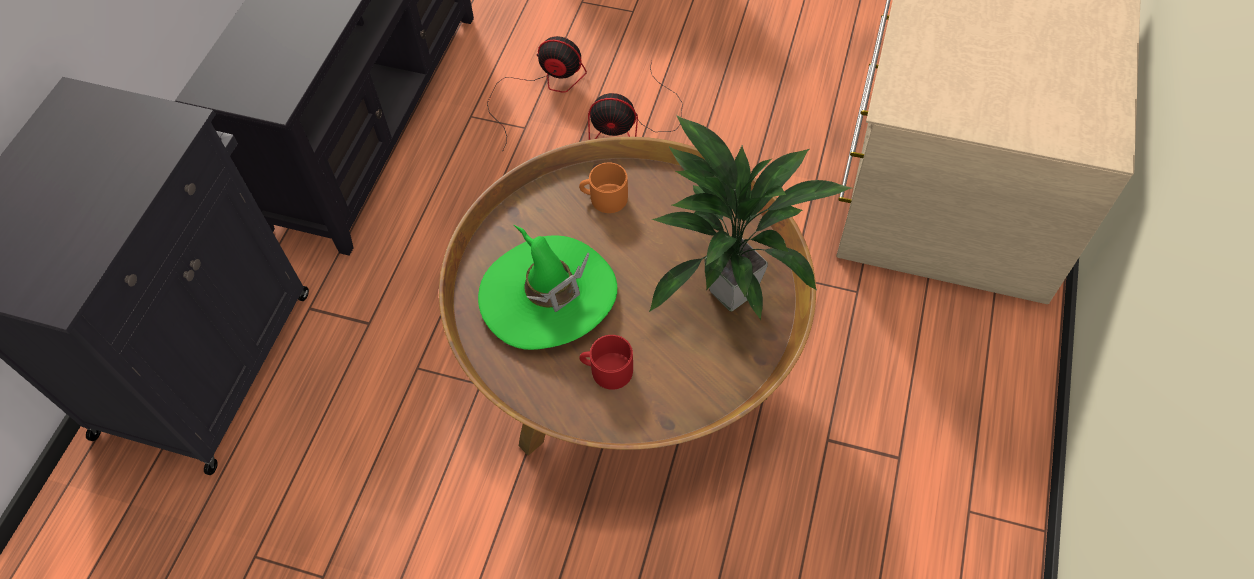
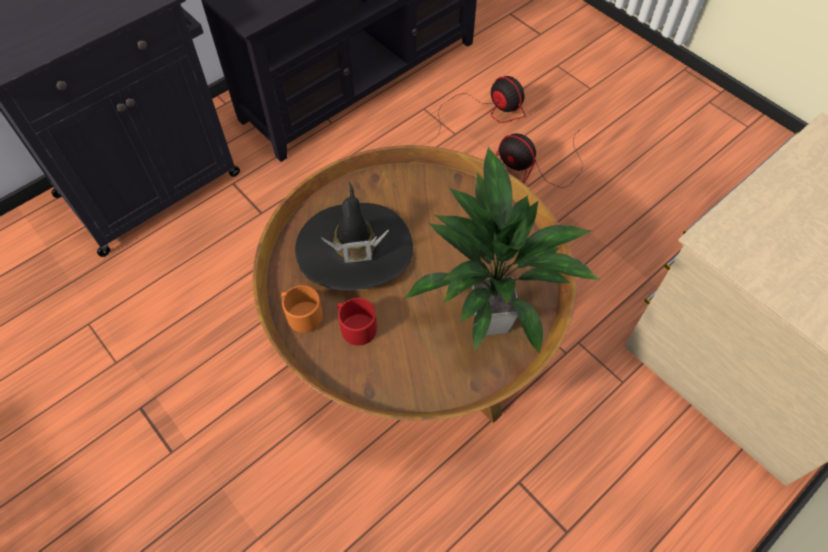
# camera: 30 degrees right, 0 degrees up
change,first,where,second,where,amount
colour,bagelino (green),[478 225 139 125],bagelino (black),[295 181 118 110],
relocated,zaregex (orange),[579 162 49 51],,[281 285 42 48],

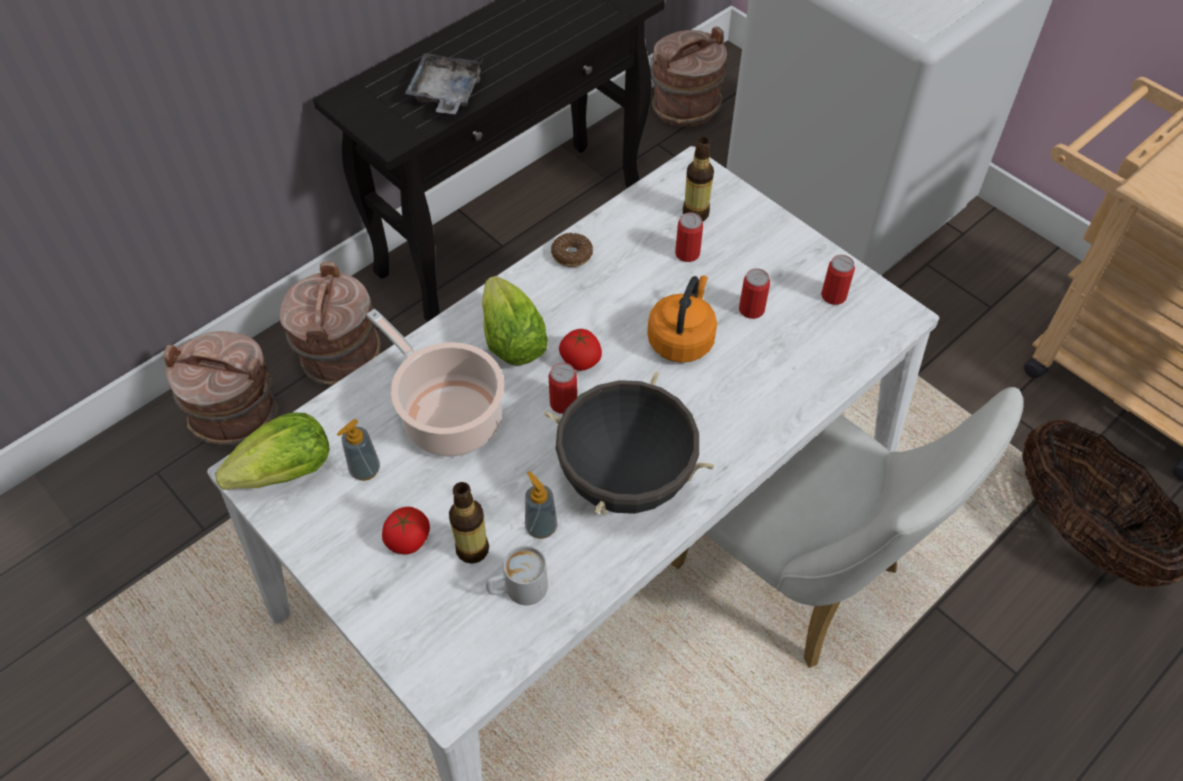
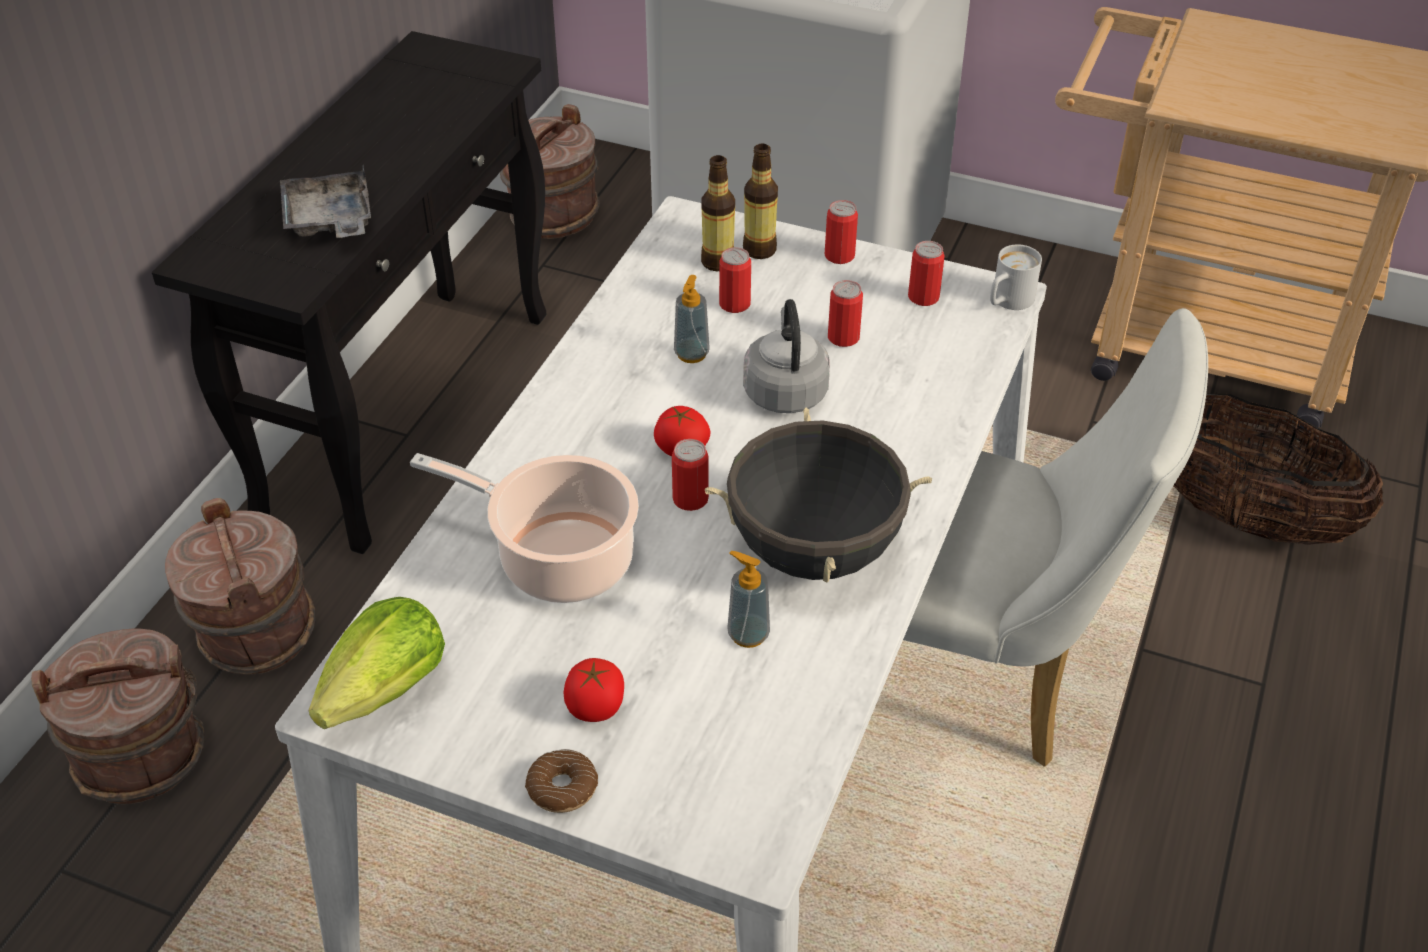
# camera: 25 degrees left, 10 degrees down
change,first,where,second,where,amount
relocated,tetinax,[337 419 43 62],,[674 275 36 88],
relocated,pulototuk,[449 482 40 82],,[743 144 35 115],
missing,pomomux,[482 276 66 90],,,
relocated,zaregex (white),[486 545 62 60],,[990 244 52 66],
relocated,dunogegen,[551 233 42 34],,[525 749 73 64],
colour,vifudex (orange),[647 275 70 88],vifudex (grey),[743 299 87 114],
appeared,,,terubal,[825 200 33 64],

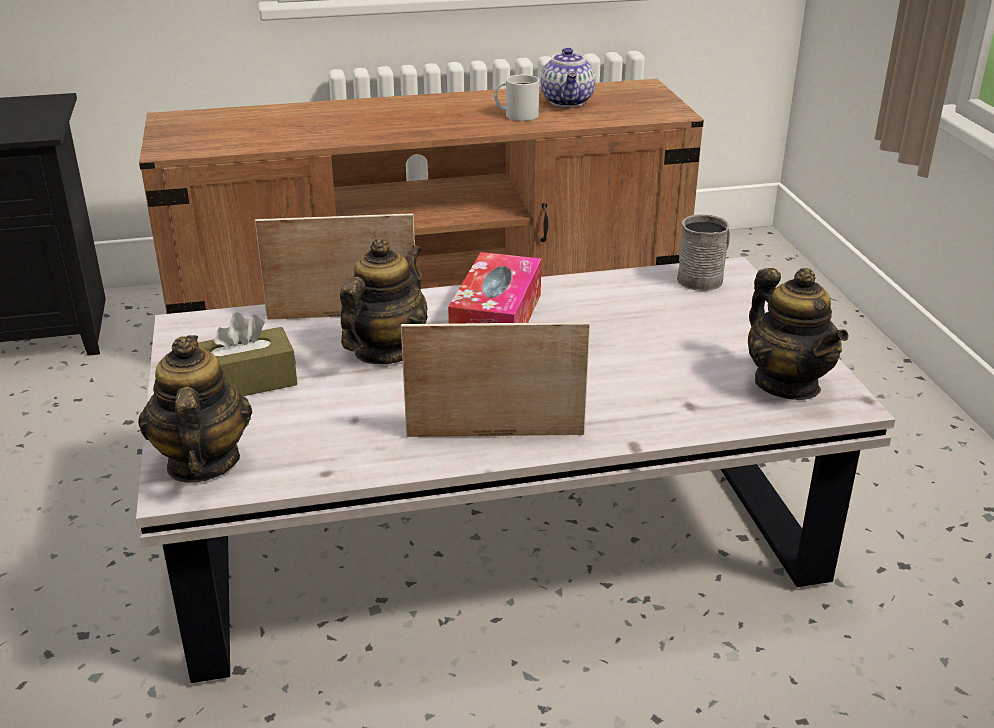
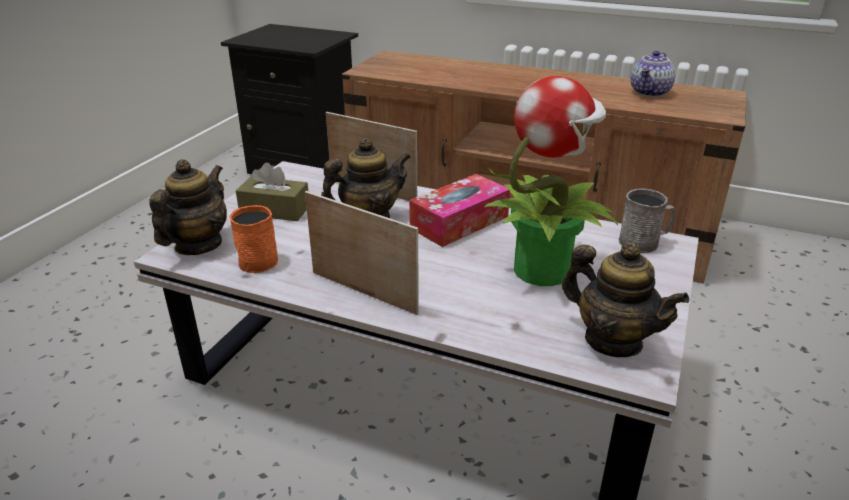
# camera: 35 degrees right, 0 degrees up
change,first,where,second,where,amount
missing,zaregex (white),[494 75 45 46],,,
spun,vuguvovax,[748 268 101 132],,[562 242 128 115],60 degrees counterclockwise
appeared,,,zaregex (orange),[230 205 48 68],
appeared,,,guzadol,[484 76 134 210],

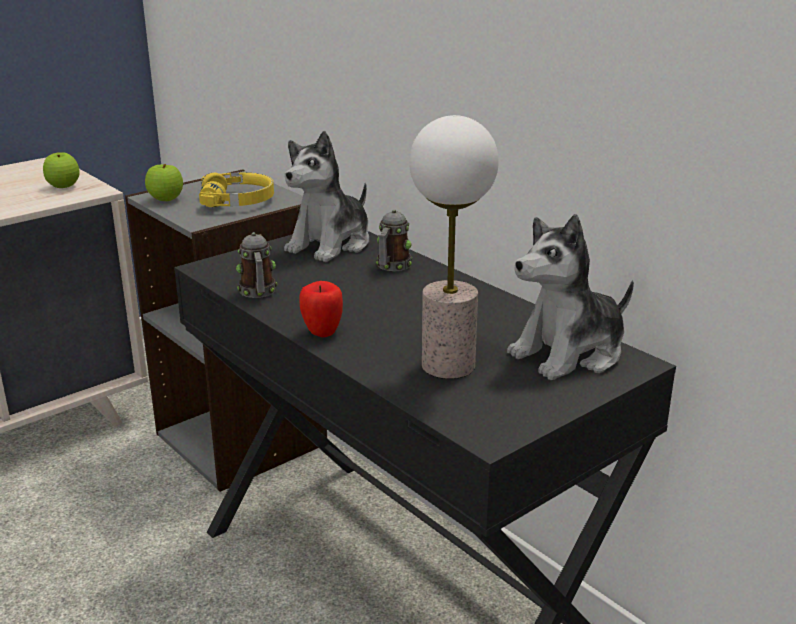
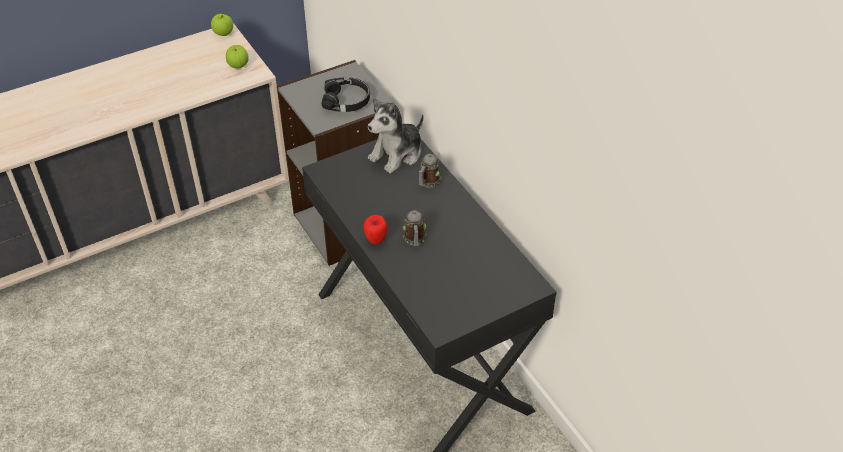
# camera: 10 degrees right, 20 degrees up
change,first,where,second,where,amount
relocated,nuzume,[145 164 38 37],,[211 14 22 22],
colour,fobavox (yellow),[199 172 75 35],fobavox (black),[321 77 49 35],
relocated,zaregex,[236 232 41 66],,[403 210 24 36],
missing,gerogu,[409 115 90 264],,,
missing,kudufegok,[507 214 127 166],,,

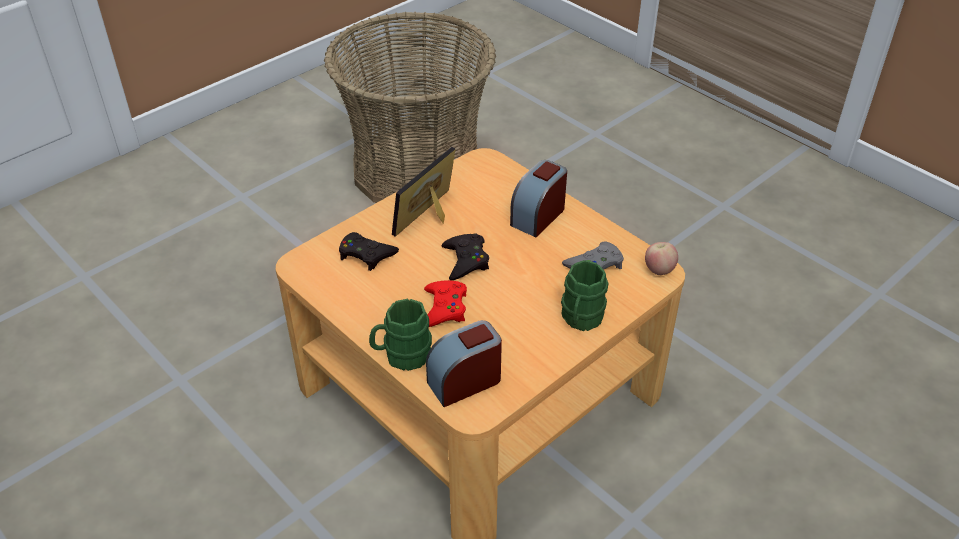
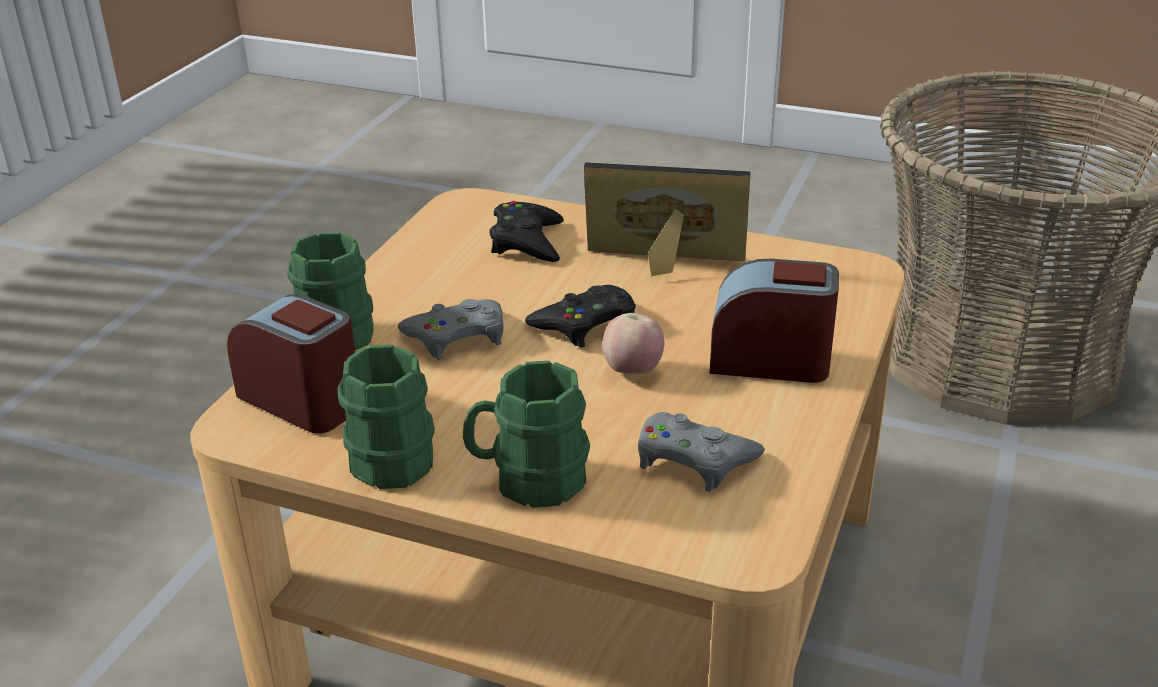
# camera: 65 degrees right, 10 degrees down
change,first,where,second,where,amount
colour,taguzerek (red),[424 280 43 47],taguzerek (grey),[397 299 107 61],
relocated,nuzume,[645 242 33 33],,[603 313 61 61],
appeared,,,zaregex (green),[337 345 98 144],

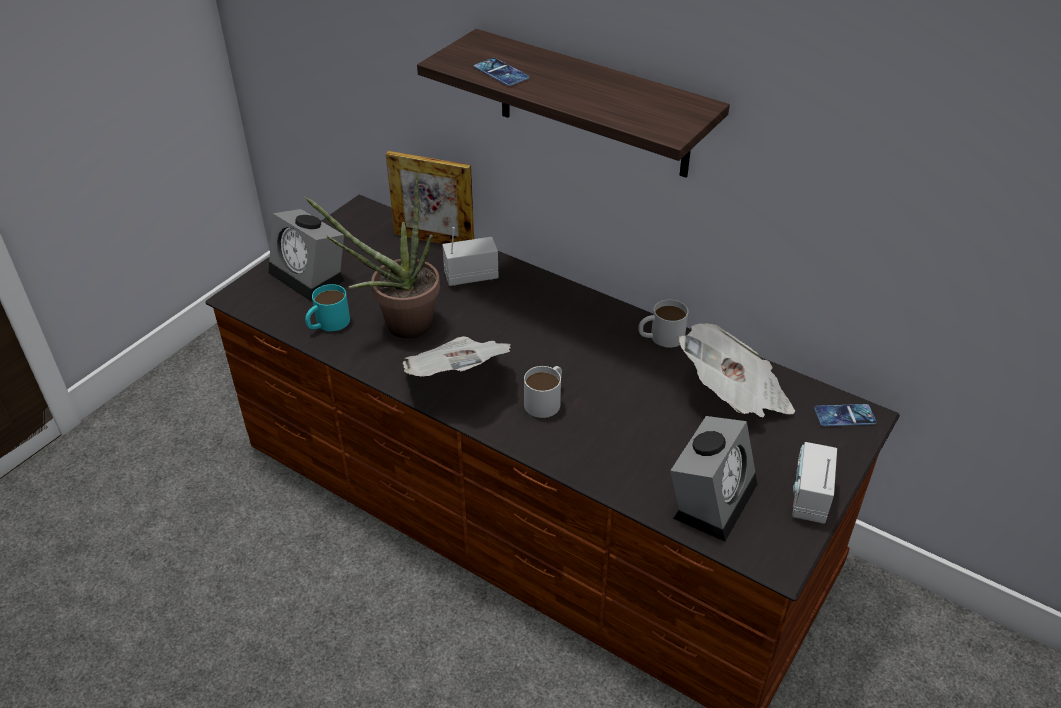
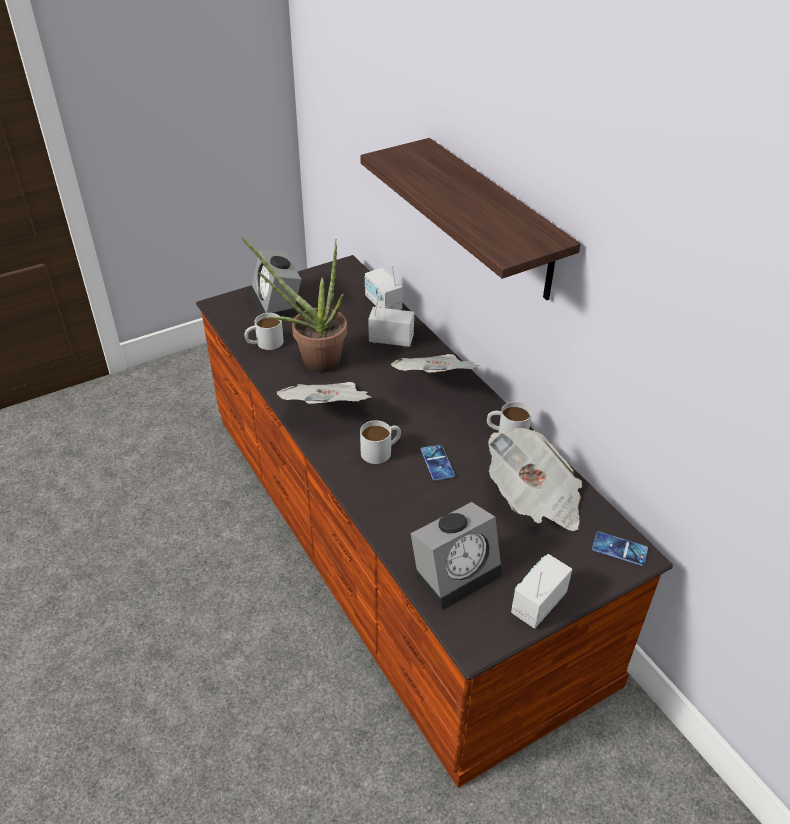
# camera: 25 degrees right, 0 degrees up
change,first,where,second,where,amount
colour,zaregex (turquoise),[305 284 45 47],zaregex (white),[244 313 40 37],
exchanged,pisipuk,[386 151 88 93],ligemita,[365 265 38 45],
relocated,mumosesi,[474 58 55 28],,[421 444 34 37],
appeared,,,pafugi,[391 354 88 19],

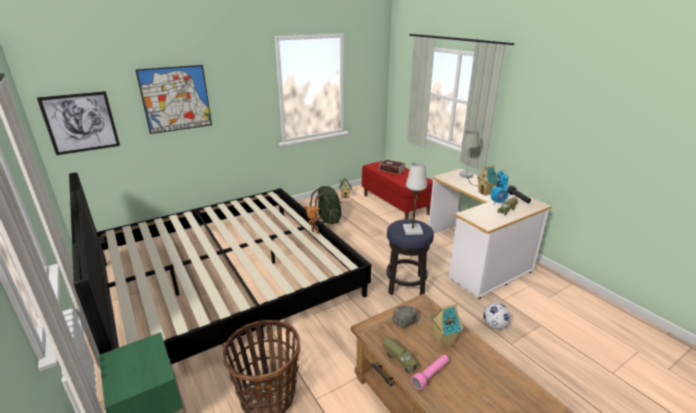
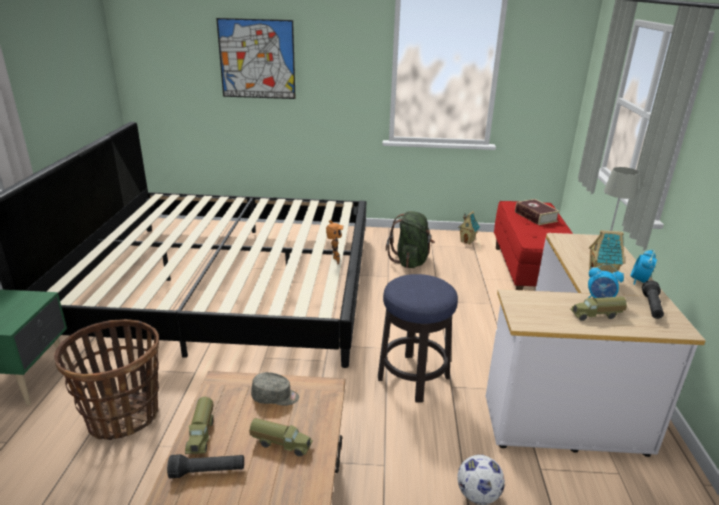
# camera: 35 degrees right, 0 degrees up
change,first,where,second,where,amount
missing,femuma,[37 91 83 64],,,
missing,gerogu (white),[403 162 24 73],,,
colour,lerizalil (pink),[411 354 38 36],lerizalil (black),[167 454 77 24],
exchanged,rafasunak,[430 304 33 44],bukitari,[249 418 64 39],

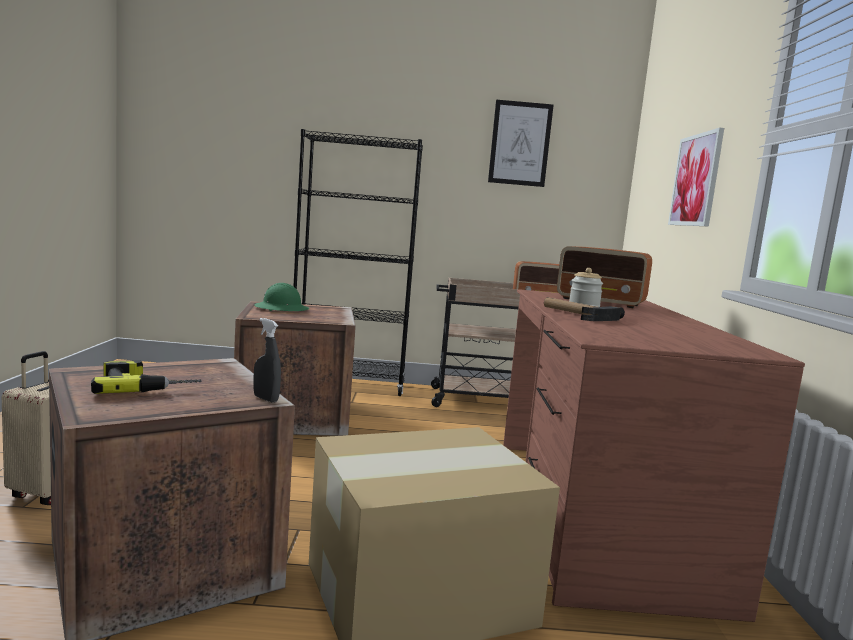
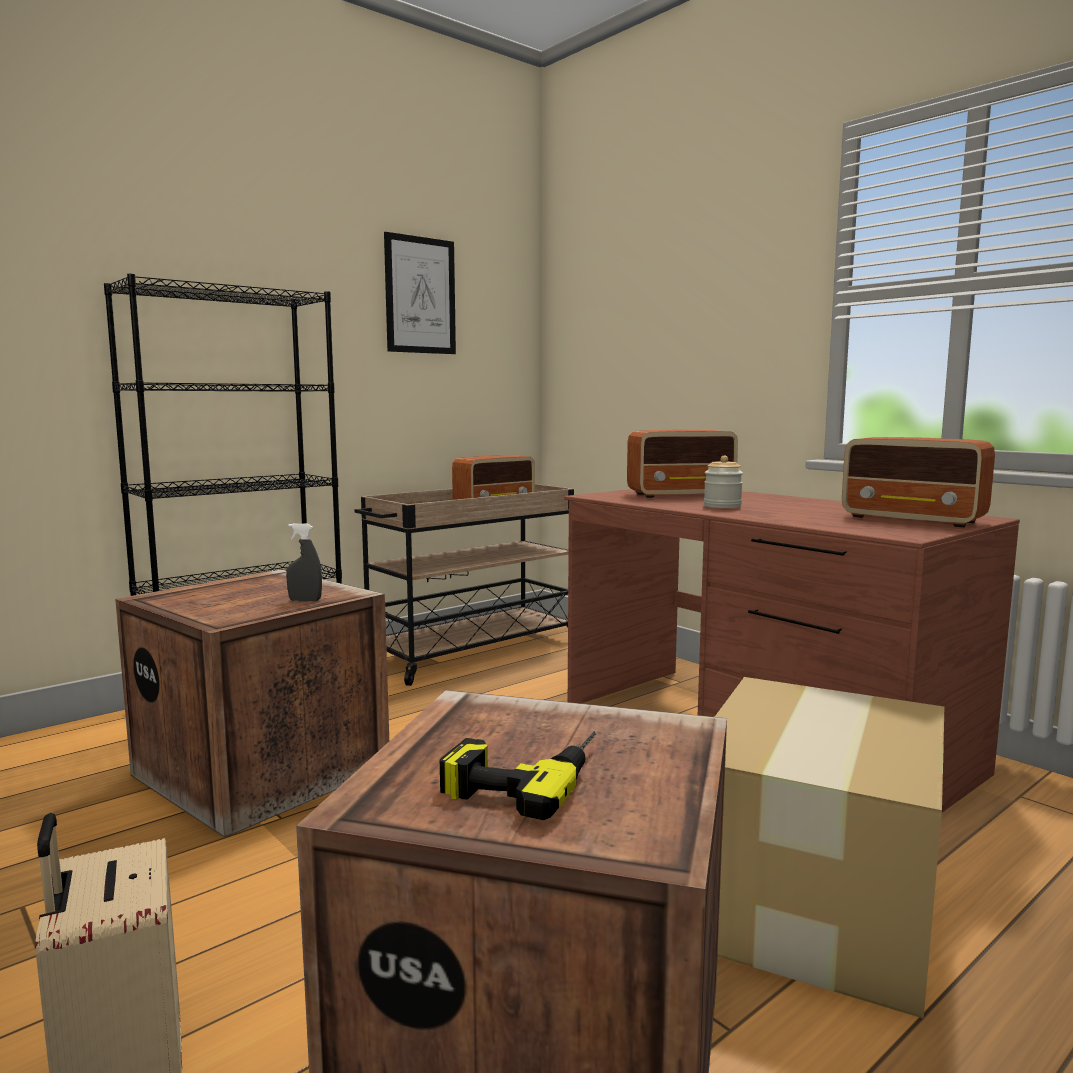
# camera: 40 degrees left, 0 degrees up
change,first,where,second,where,amount
relocated,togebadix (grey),[253 318 28 84],,[286 523 36 78],
missing,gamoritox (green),[254 283 55 28],,,
missing,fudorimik,[544 297 81 24],,,
missing,femuma,[668 128 56 98],,,
appeared,,,ligemita,[842 437 153 91],

